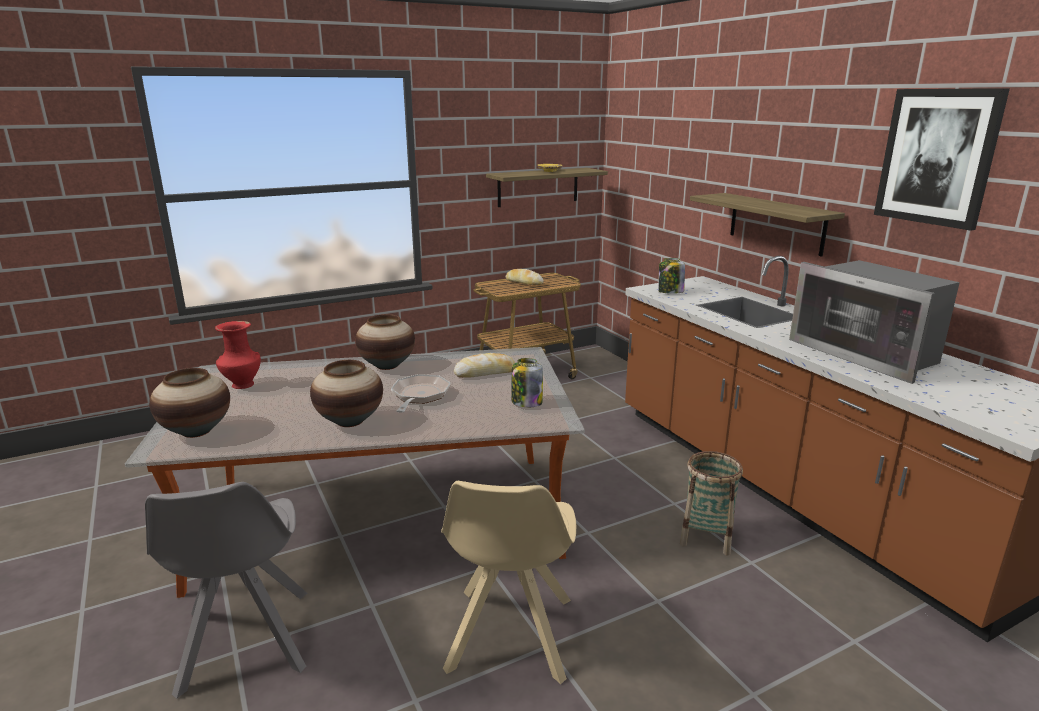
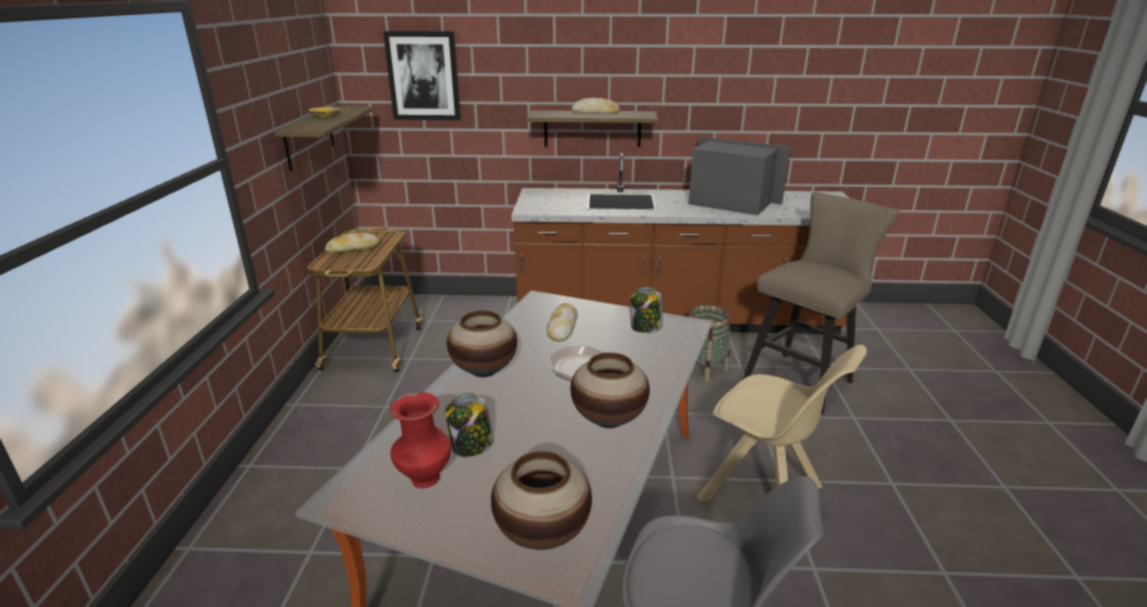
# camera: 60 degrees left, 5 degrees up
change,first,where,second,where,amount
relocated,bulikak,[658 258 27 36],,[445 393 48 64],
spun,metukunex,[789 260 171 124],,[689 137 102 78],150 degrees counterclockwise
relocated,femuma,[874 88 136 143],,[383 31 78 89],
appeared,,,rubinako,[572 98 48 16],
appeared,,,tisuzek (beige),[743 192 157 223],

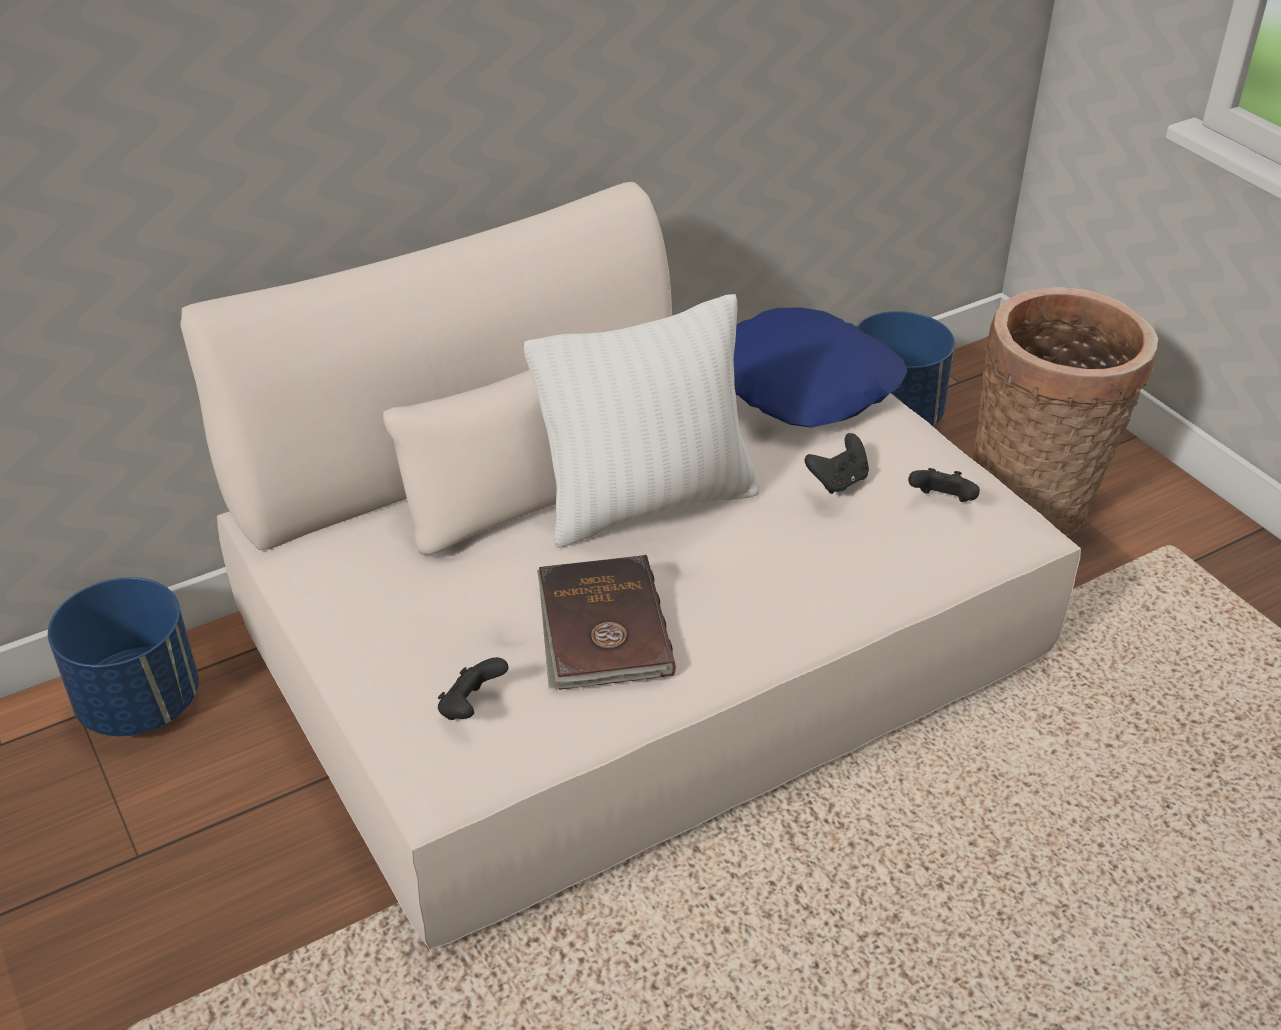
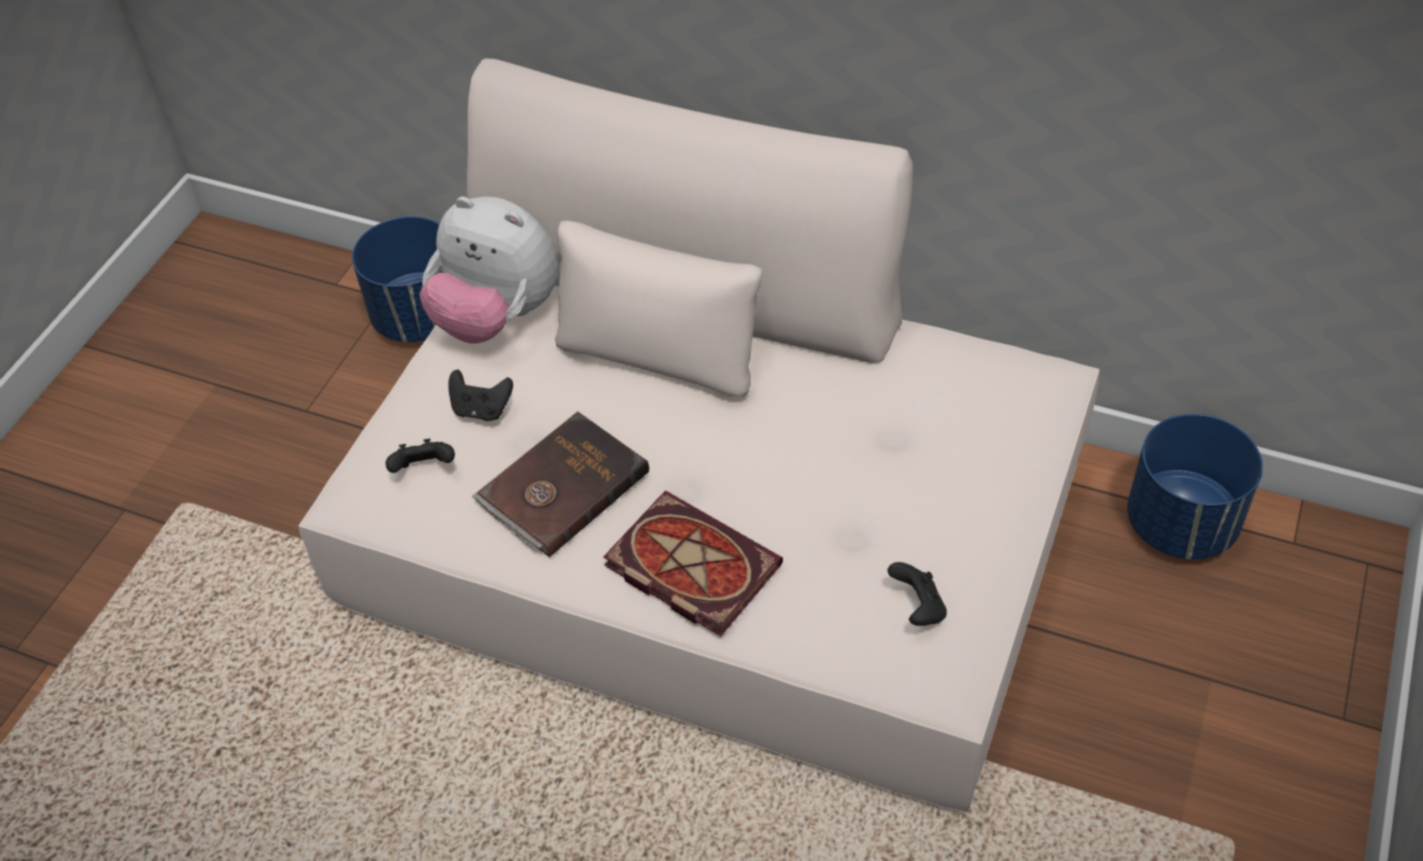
# camera: 55 degrees right, 10 degrees up
change,first,where,second,where,amount
missing,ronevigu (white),[524 294 236 254],,,
missing,ronevigu (blue),[734 307 174 121],,,
relocated,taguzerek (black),[804 433 65 61],,[448 370 65 51],
missing,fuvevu,[973 287 185 249],,,
appeared,,,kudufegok,[420 196 139 147],
appeared,,,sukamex,[603 491 180 145],

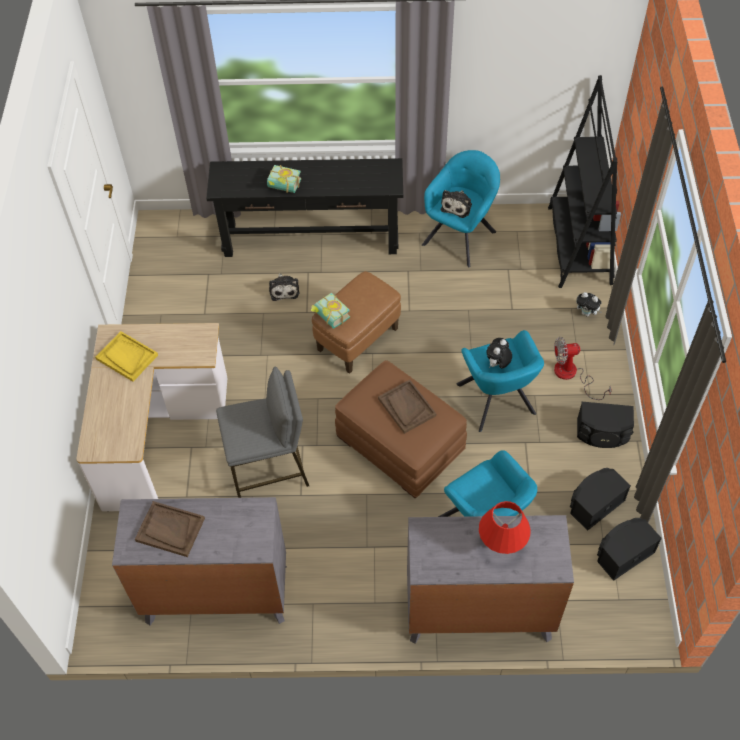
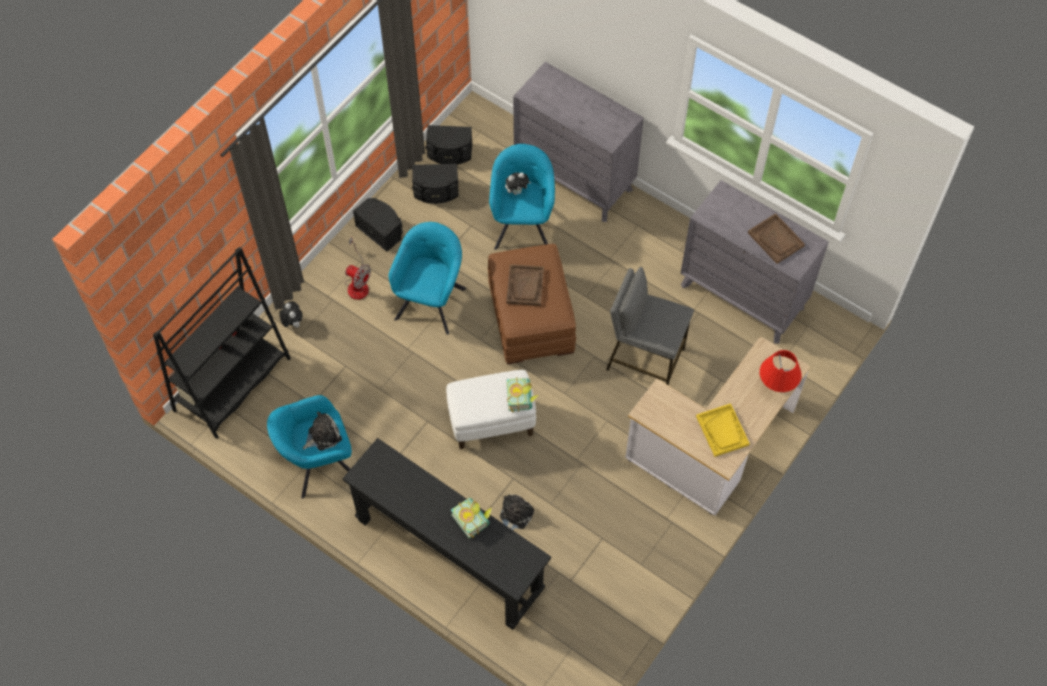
# camera: 145 degrees left, 5 degrees up
change,first,where,second,where,amount
colour,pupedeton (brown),[312 271 89 103],pupedeton (white),[446 370 90 79],
relocated,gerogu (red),[479 501 52 53],,[760 350 42 42],
relocated,kudufegok,[486 338 26 31],,[505 172 26 23],

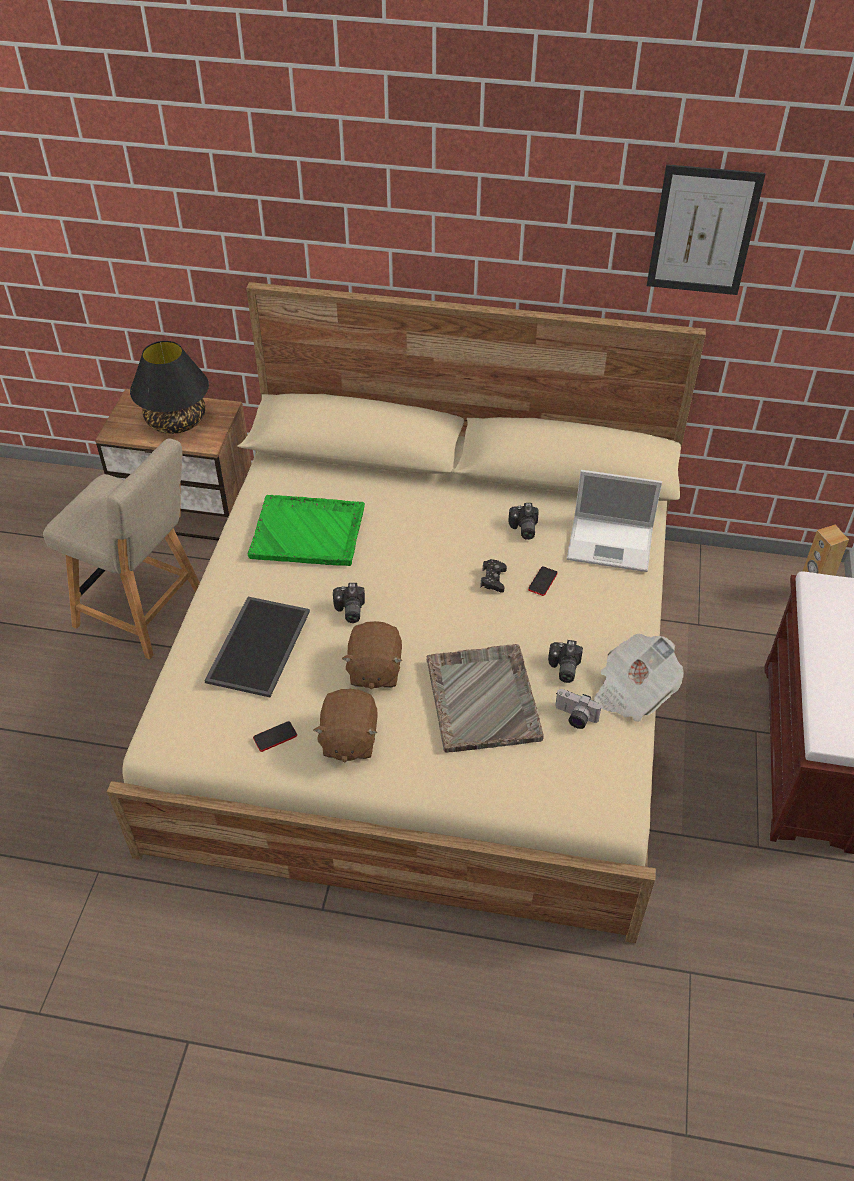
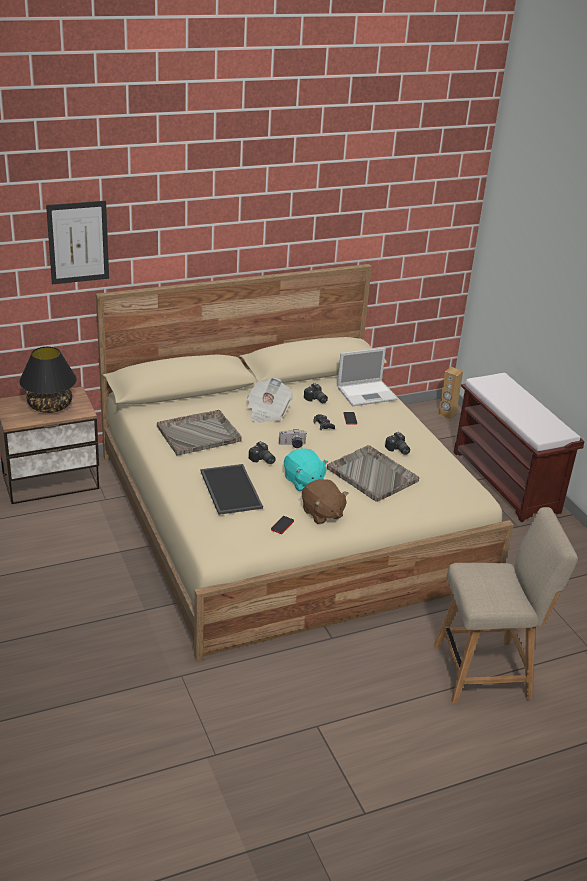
# camera: 35 degrees left, 15 degrees down
change,first,where,second,where,amount
relocated,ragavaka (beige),[43 438 157 221],,[434 507 144 197],
colour,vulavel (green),[248 495 117 71],vulavel (grey),[157 410 85 46],
colour,kudufegok (brown),[342 621 60 68],kudufegok (turquoise),[284 448 44 43],
relocated,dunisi,[555 689 47 40],,[279 429 28 19],
relocated,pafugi,[594 633 90 89],,[247 378 46 45],
relocated,femuma,[647 164 119 131],,[46 201 63 83],

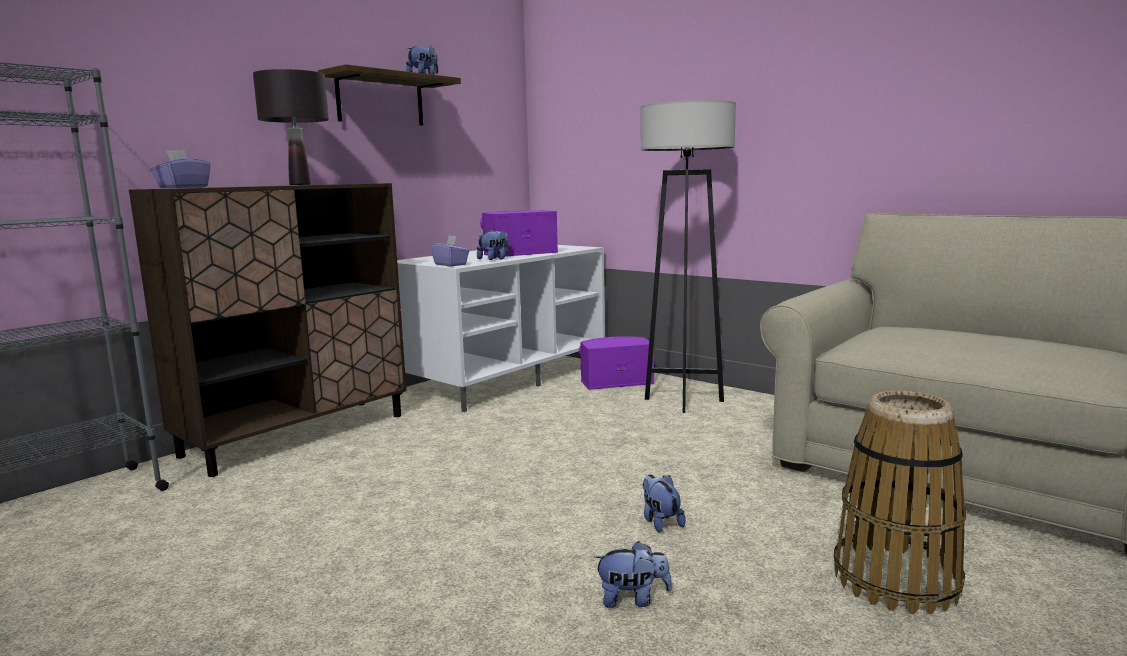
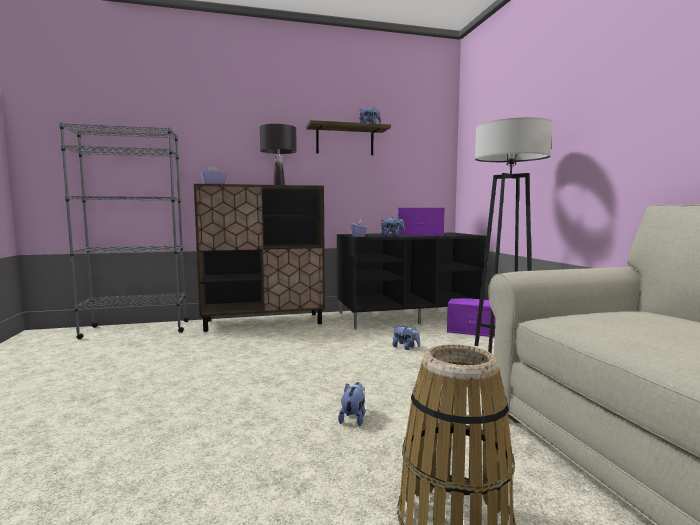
# camera: 35 degrees right, 5 degrees down
change,first,where,second,where,amount
colour,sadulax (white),[397 245 208 167],sadulax (black),[337 233 150 96],
relocated,kudufegok,[594 541 78 67],,[392 325 28 25],

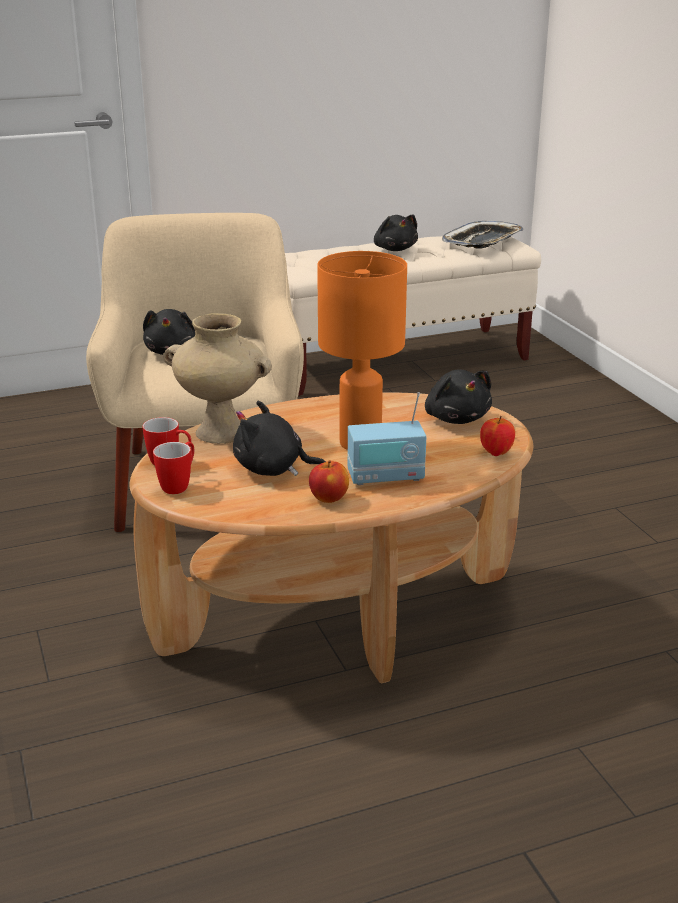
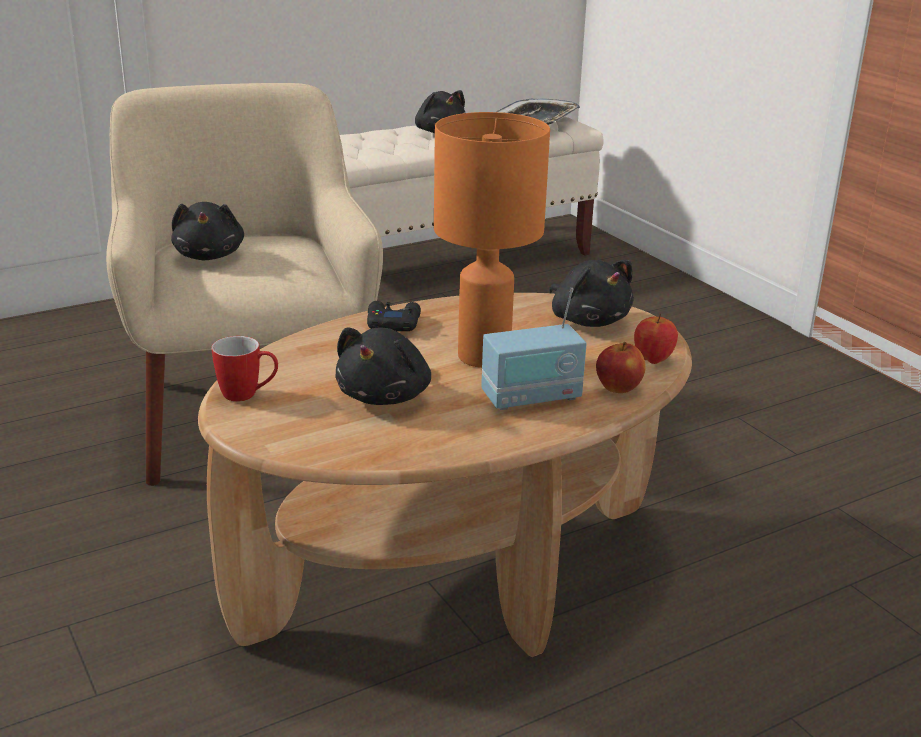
# camera: 10 degrees left, 0 degrees up
change,first,where,second,where,amount
missing,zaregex,[153 442 41 52],,,
missing,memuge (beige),[163 313 109 131],,,
spun,kudufegok (black),[233 401 93 75],,[335 327 96 78],75 degrees counterclockwise
relocated,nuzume,[309 460 40 43],,[596 342 50 51],
appeared,,,taguzerek (black),[367 301 54 30],

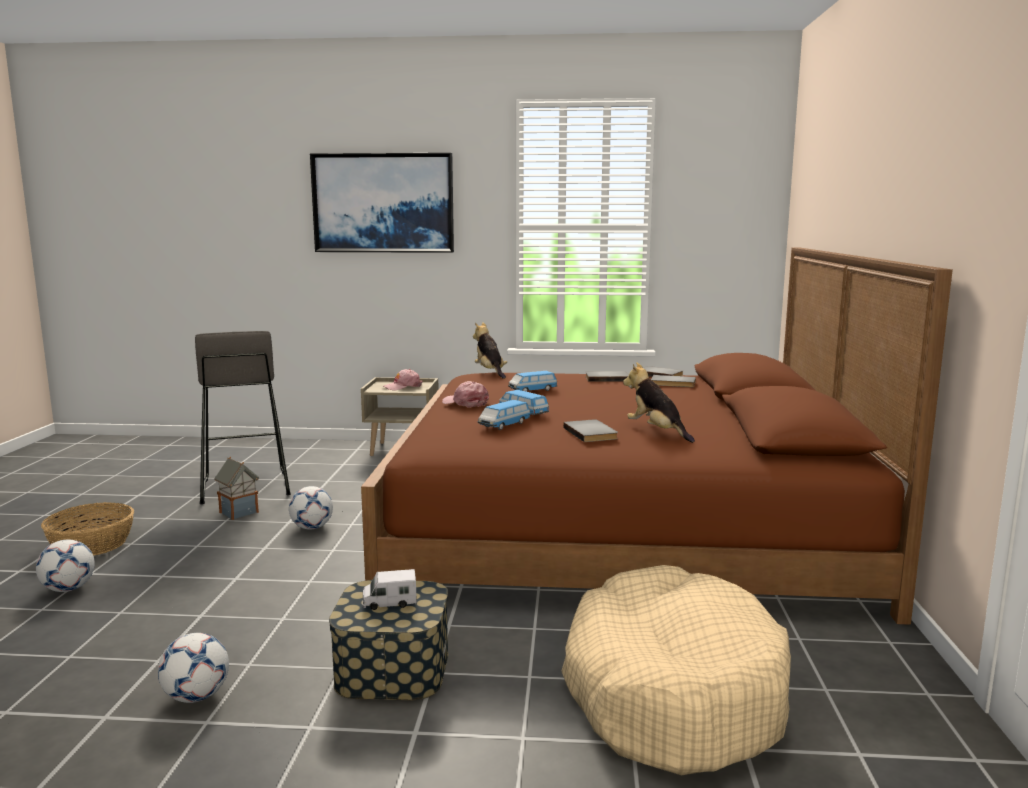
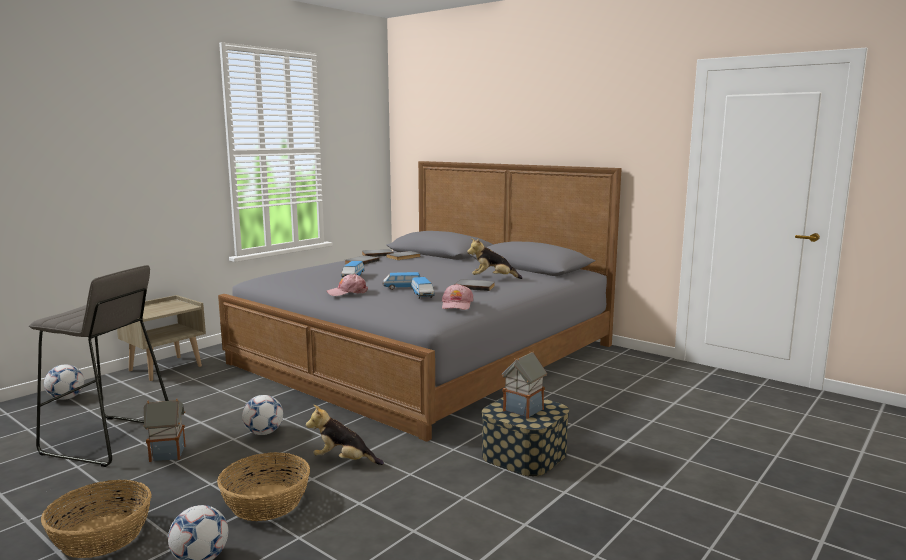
# camera: 55 degrees left, 0 degrees up
change,first,where,second,where,amount
relocated,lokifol,[158 633 71 70],,[44 365 40 35],
missing,femuma,[310 153 144 100],,,
colour,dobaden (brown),[361 248 592 377],dobaden (grey),[218 161 404 281],
exchanged,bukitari,[362 569 55 41],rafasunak,[501 351 46 68],
relocated,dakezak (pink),[384 369 39 21],,[442 284 31 26],
relocated,kudufegok,[473 322 34 57],,[306 405 78 60],
missing,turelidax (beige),[561 565 230 210],,,
appeared,,,fuvevu,[217 452 93 69],

